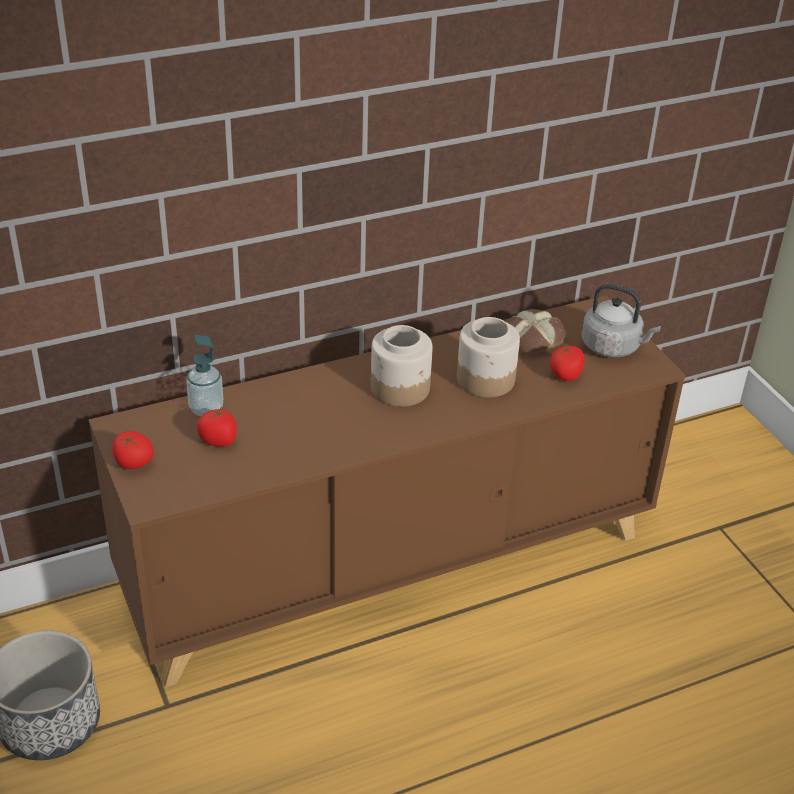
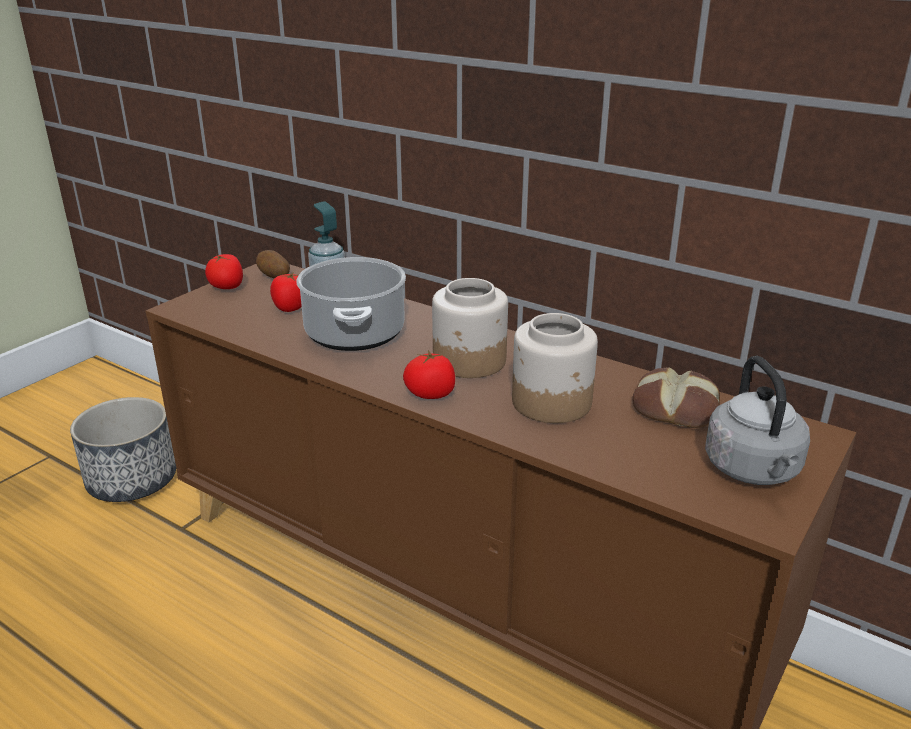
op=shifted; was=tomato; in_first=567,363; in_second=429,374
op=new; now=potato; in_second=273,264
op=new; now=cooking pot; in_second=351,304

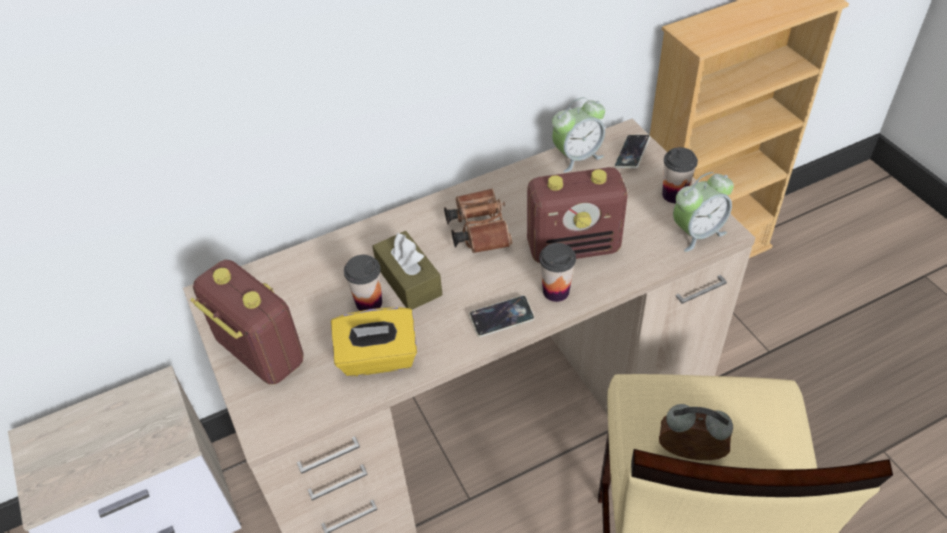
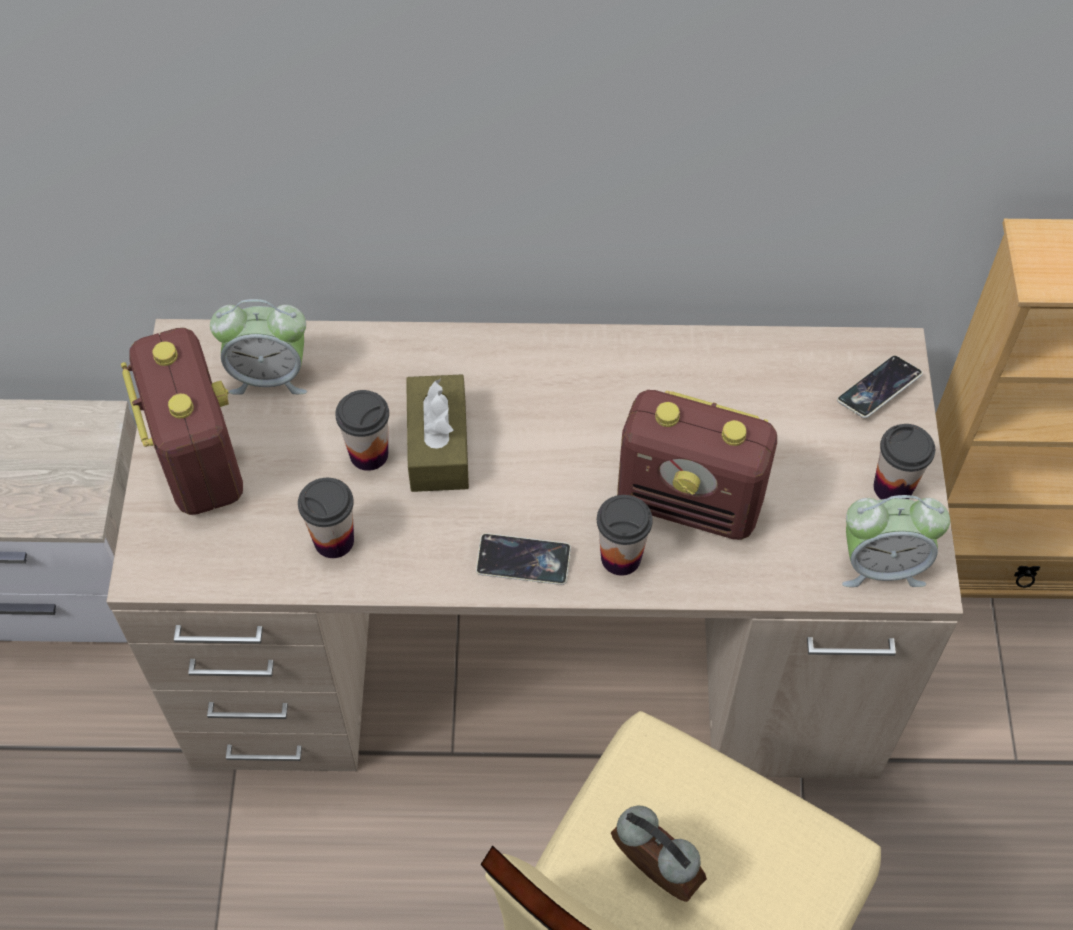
op=shifted; was=bedside clock; in_first=578,135; in_second=258,347
op=gone; was=brownish pair of binoculars; in_first=478,221
op=swapped; was=yellowish tissue box; now=drinking cup; in_first=374,342; in_second=326,518

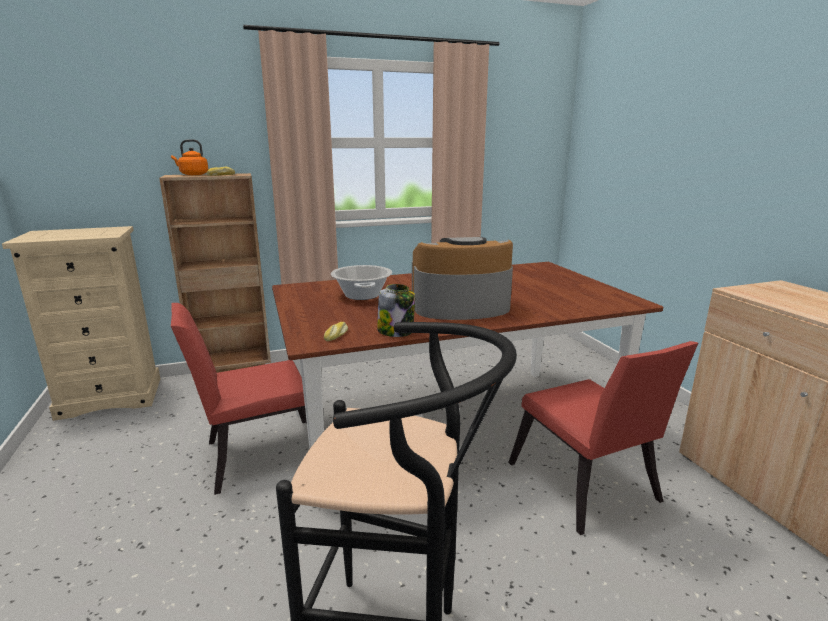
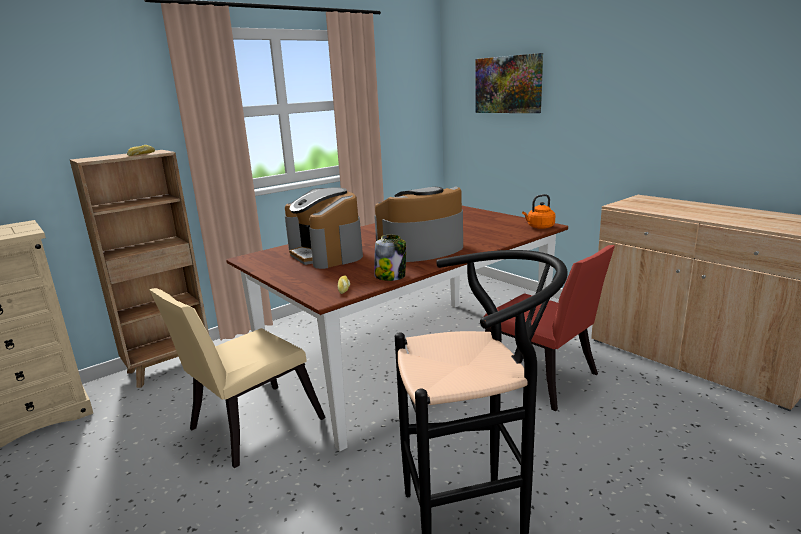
op=shifted; was=orangey water kettle; in_first=189,157; in_second=538,211
op=swapped; was=cooking pot; now=coffee machine; in_first=361,282; in_second=324,228
op=repainted; was=reddish plain chair; now=beige plain chair; in_first=239,399; in_second=237,378
op=new; now=wall art; in_second=509,83

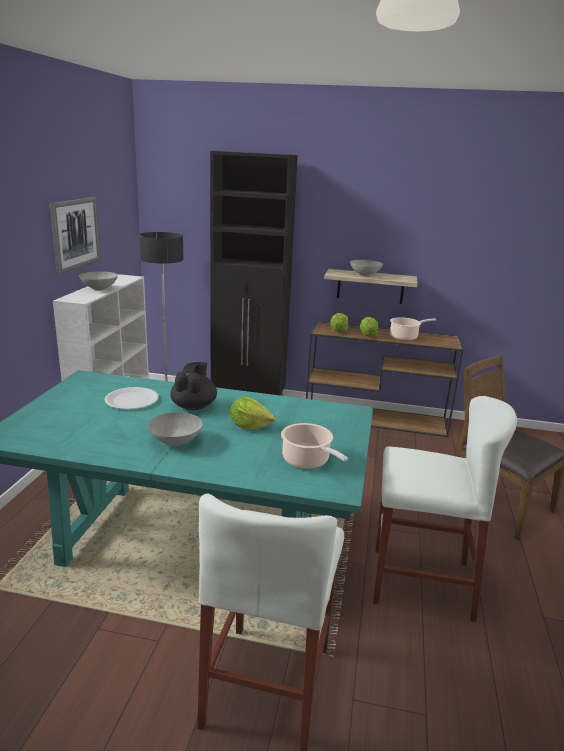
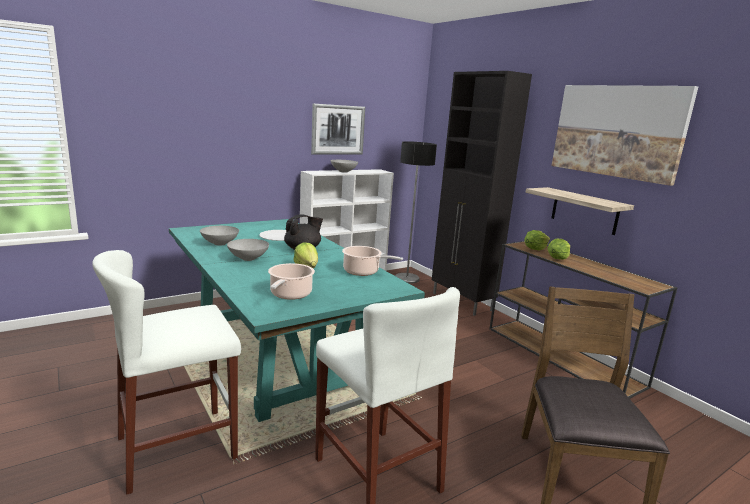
op=shifted; was=greyish deep dish; in_first=366,268; in_second=219,236
op=shifted; was=cooking pot; in_first=413,329; in_second=372,261
op=new; now=wall art; in_second=625,135

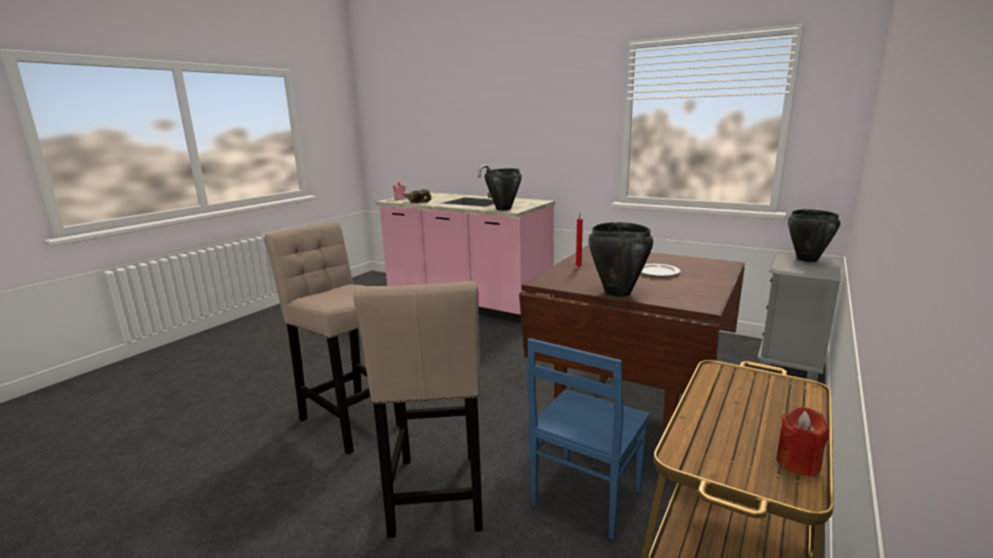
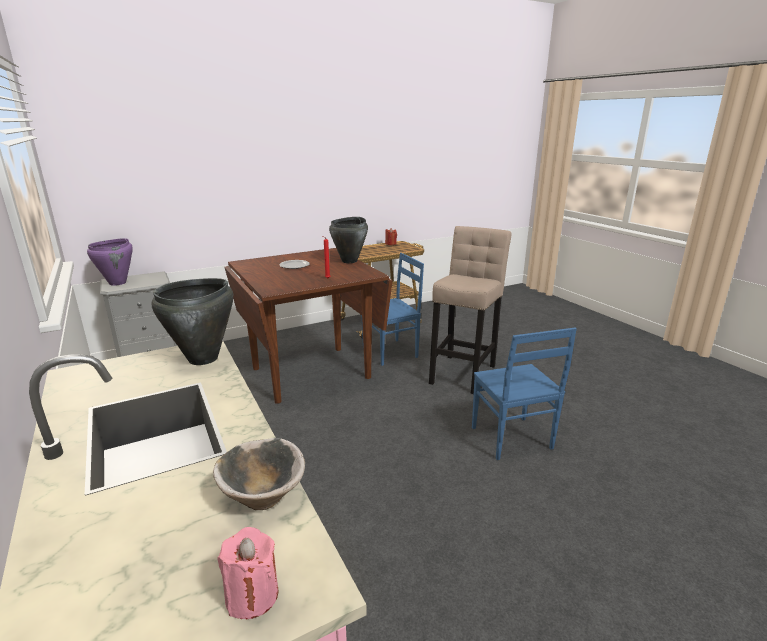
op=repainted; was=blackish cooking pot; now=purple cooking pot; in_first=814,235; in_second=110,262
op=swapped; was=beige sitting stool; now=blue-coloured plain chair; in_first=331,338; in_second=524,394

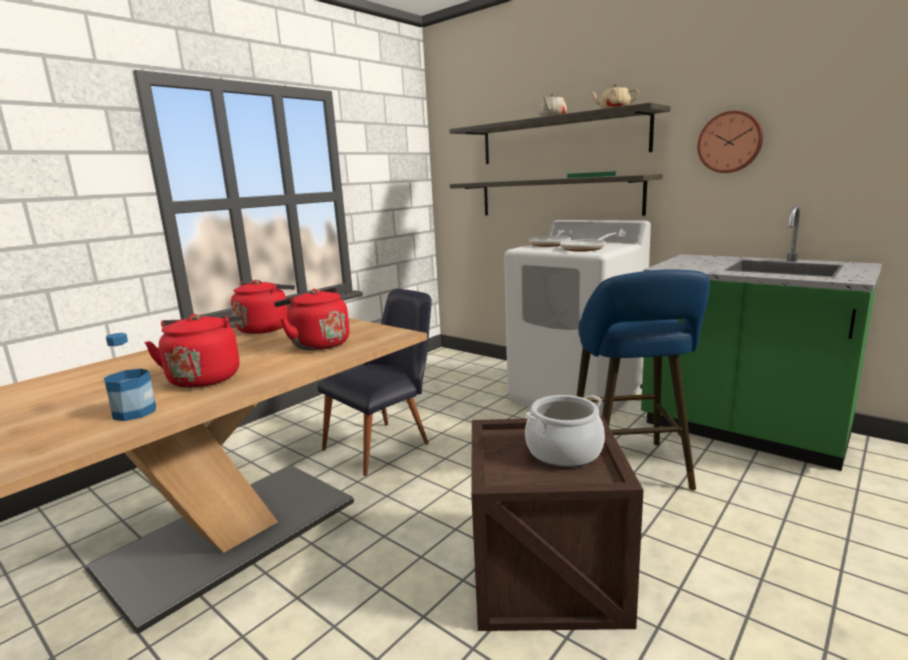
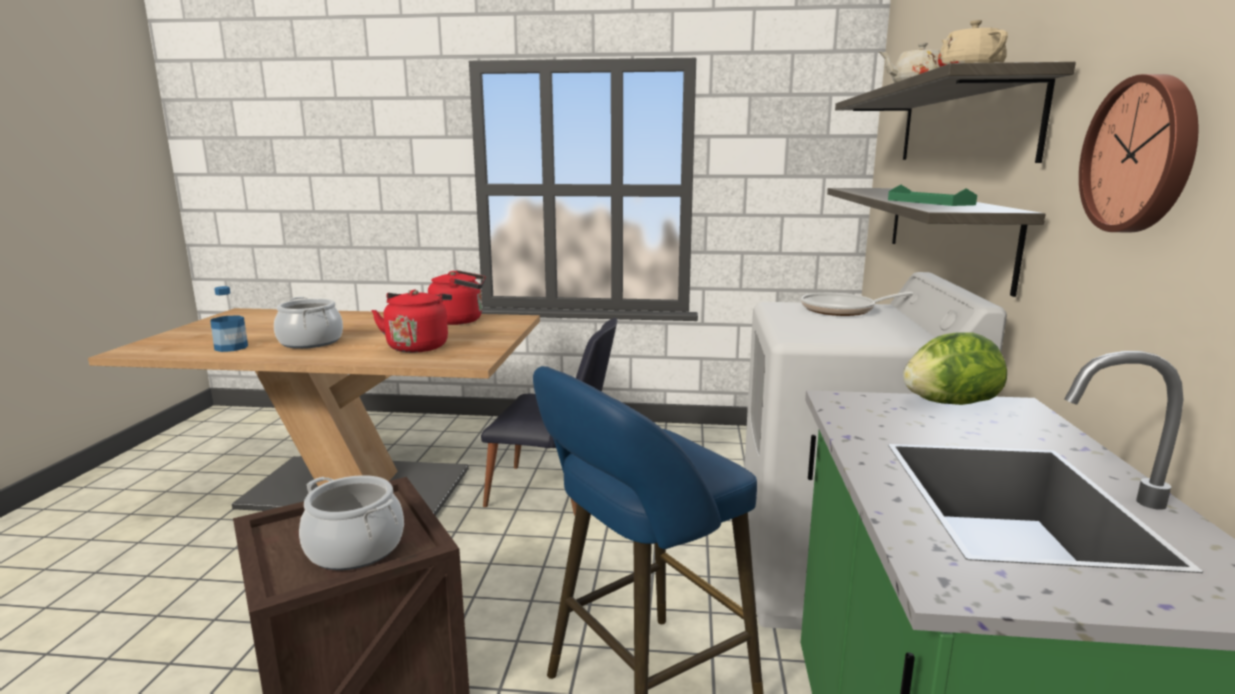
op=gone; was=frying pan; in_first=588,241
op=swapped; was=reddish water kettle; now=cooking pot; in_first=192,351; in_second=308,323
op=new; now=lettuce; in_second=955,368

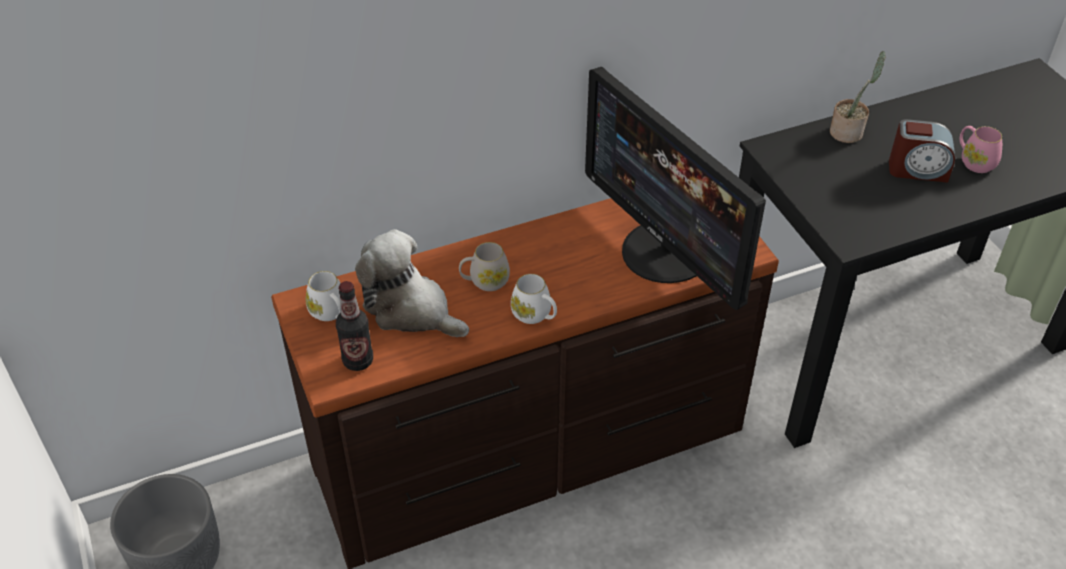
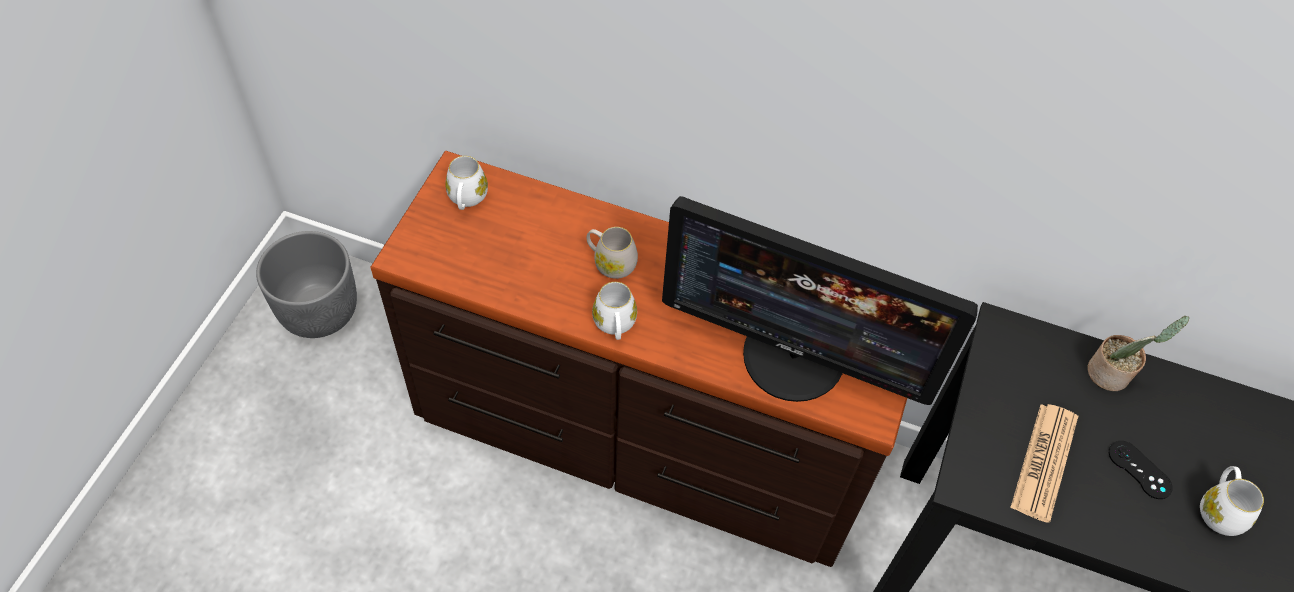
op=rotated; was=monitor; in_first=675,188; in_second=820,300; clockwise=-75
op=swapped; was=bedside clock; now=blackish game controller; in_first=922,151; in_second=1141,470
op=repainted; was=pink coffee mug; now=white coffee mug; in_first=981,149; in_second=1232,501
op=gone; was=soft toy; in_first=412,283
op=gone; was=bottle; in_first=354,326
op=new; now=newspaper; in_second=1044,463

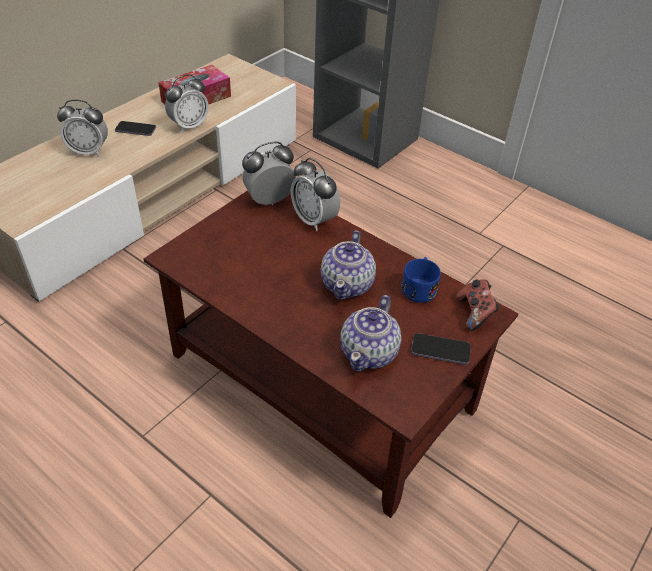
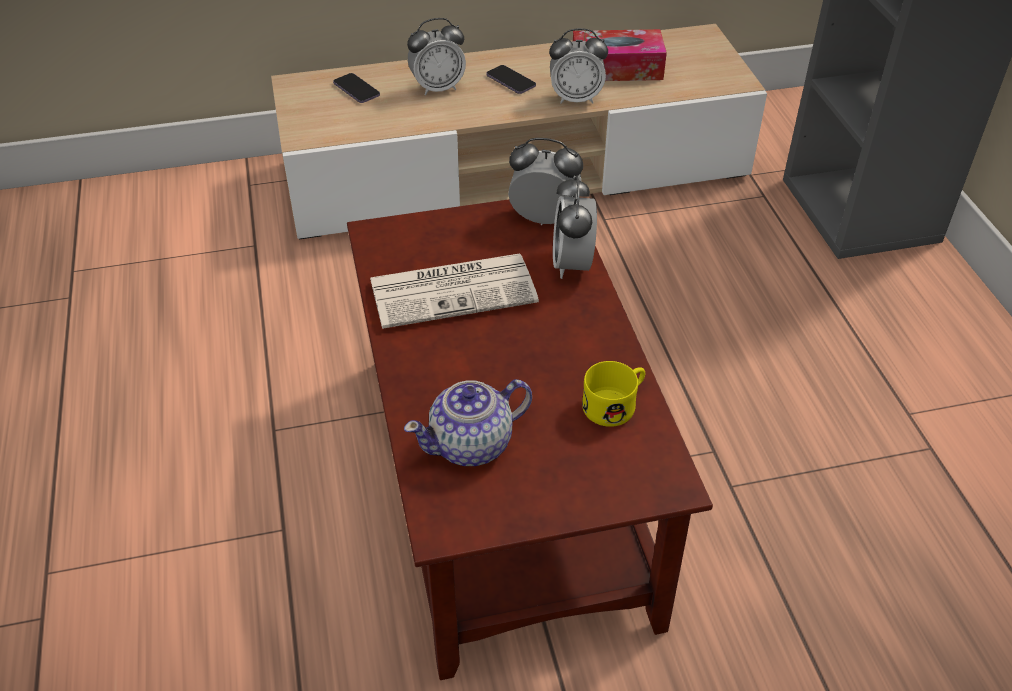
op=rotated; was=bedside clock; in_first=82,128; in_second=436,57; clockwise=-60
op=gone; was=tea pot; in_first=348,265
op=repainted; was=blue-coloured coffee mug; now=yellowish coffee mug; in_first=421,280; in_second=613,394
op=gone; was=game controller; in_first=478,305
op=shifted; was=handset; in_first=441,349; in_second=356,88
op=new; now=newspaper; in_second=454,291

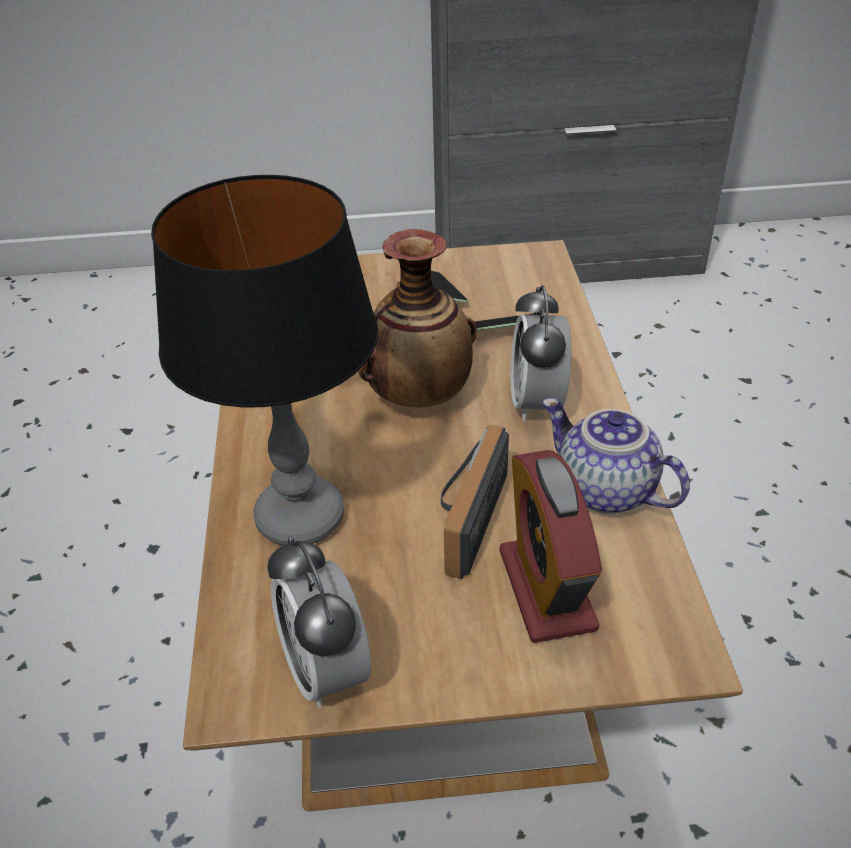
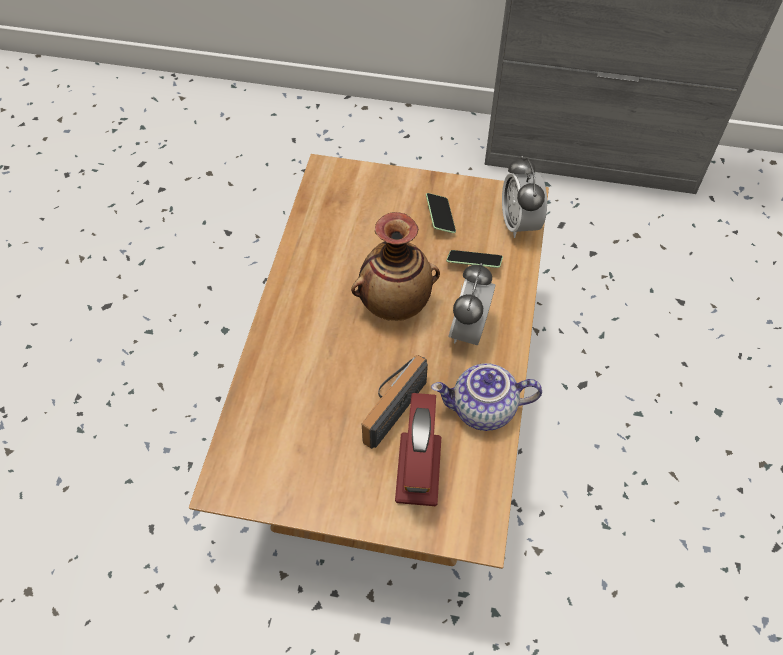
op=gone; was=tabletop lamp; in_first=264,360
op=rotated; was=tea pot; in_first=616,456; in_second=486,397; clockwise=-60
op=shifted; was=bedside clock; in_first=319,622; in_second=524,197

